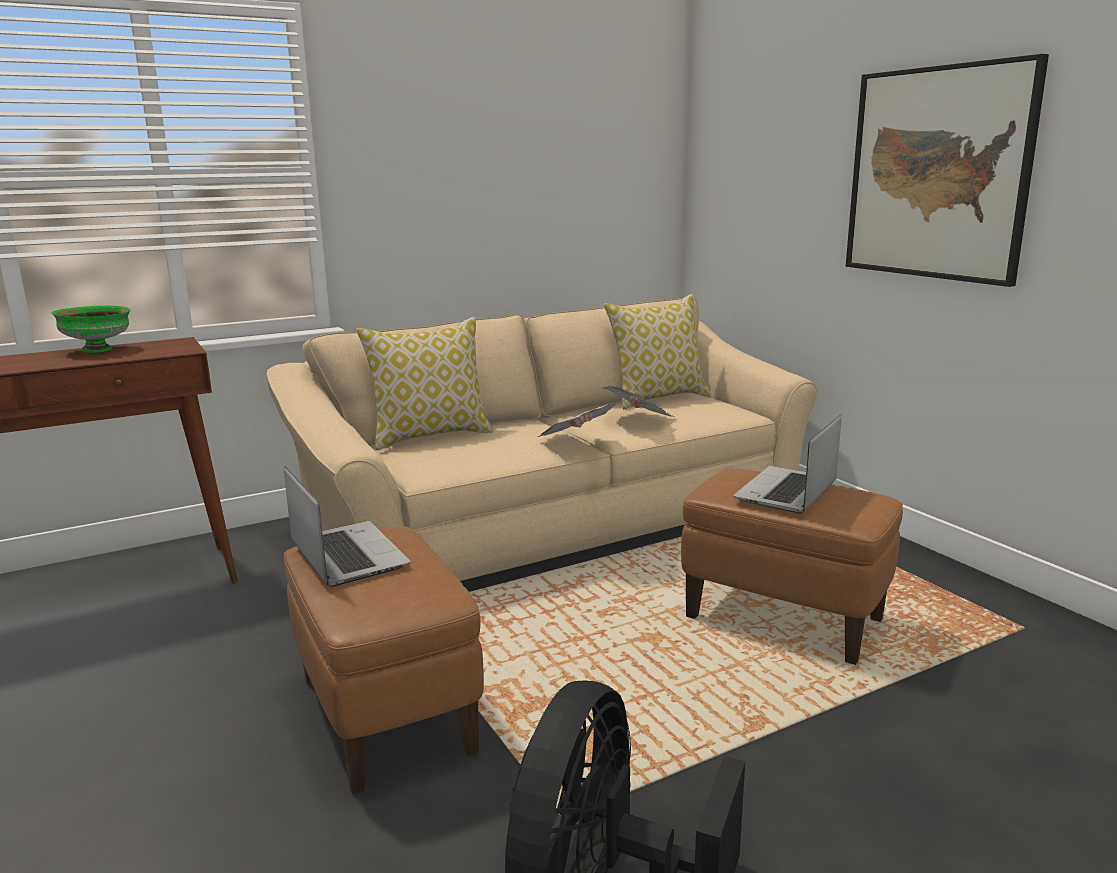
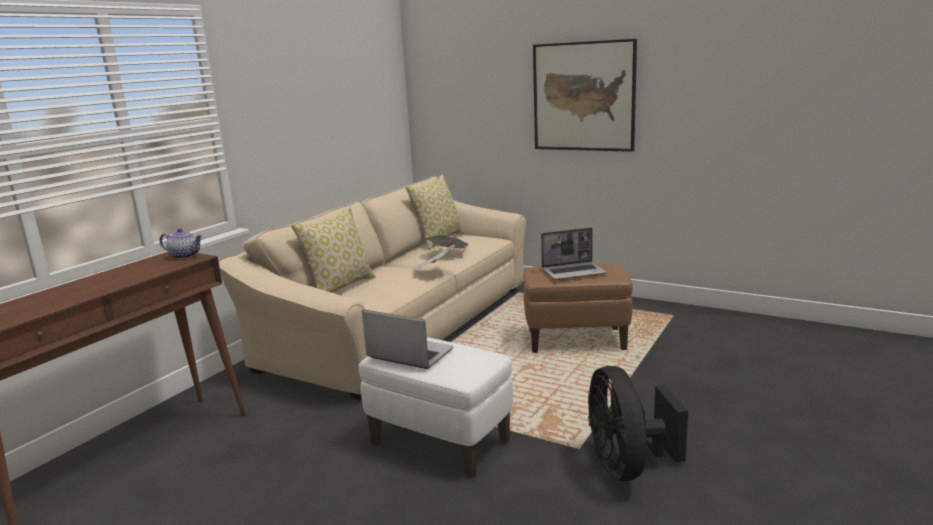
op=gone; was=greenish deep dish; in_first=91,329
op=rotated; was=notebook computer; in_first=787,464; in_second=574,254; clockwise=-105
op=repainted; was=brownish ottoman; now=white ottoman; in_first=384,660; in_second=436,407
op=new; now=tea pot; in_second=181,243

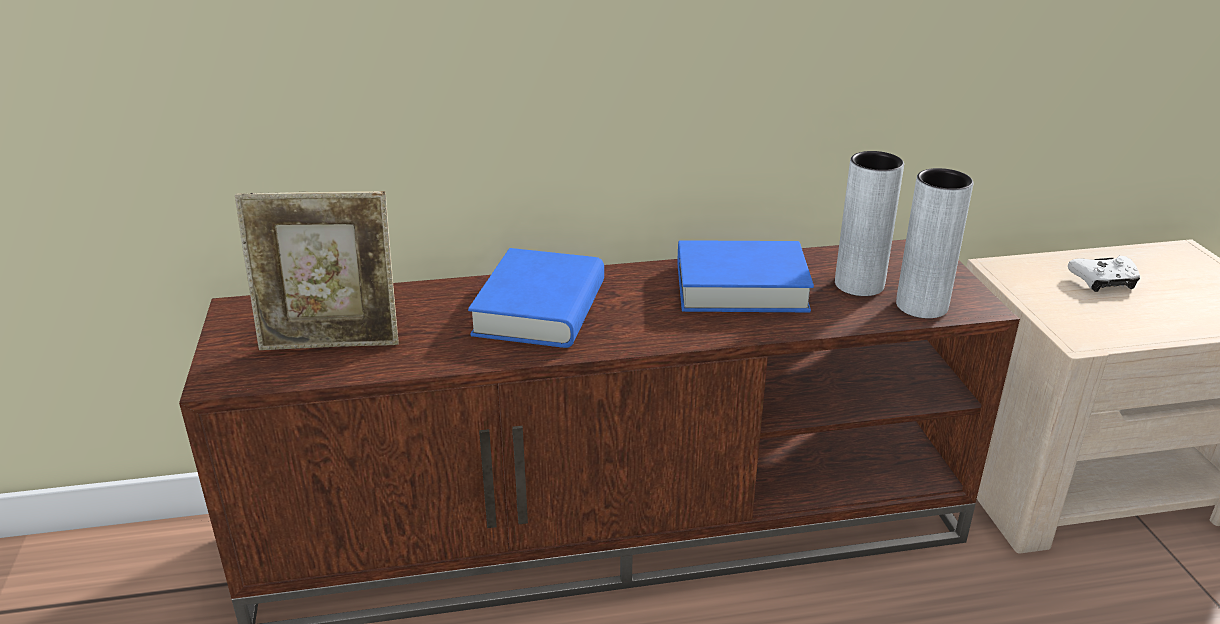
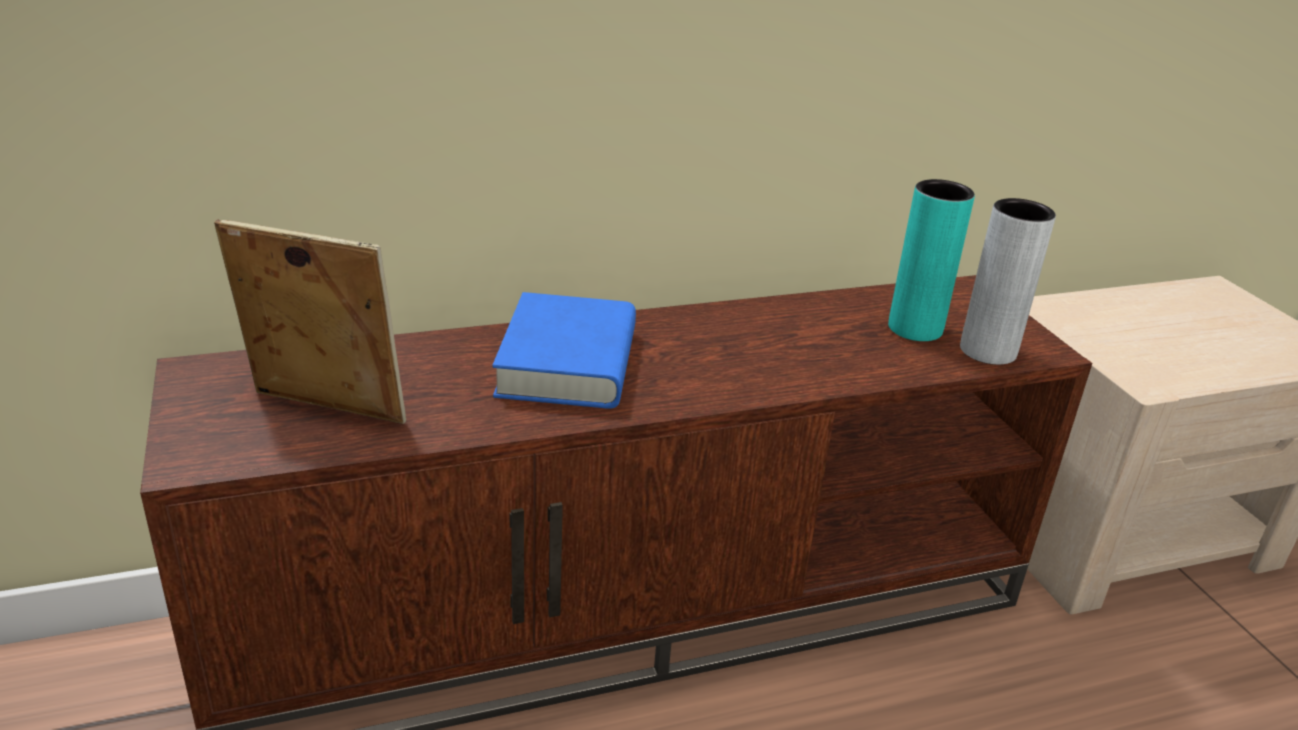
op=repainted; was=greyish vase; now=turquoise vase; in_first=869,223; in_second=931,260
op=rotated; was=standing frame; in_first=317,270; in_second=310,321; clockwise=-150
op=gone; was=blue-coloured book; in_first=746,276
op=gone; was=white game controller; in_first=1104,274

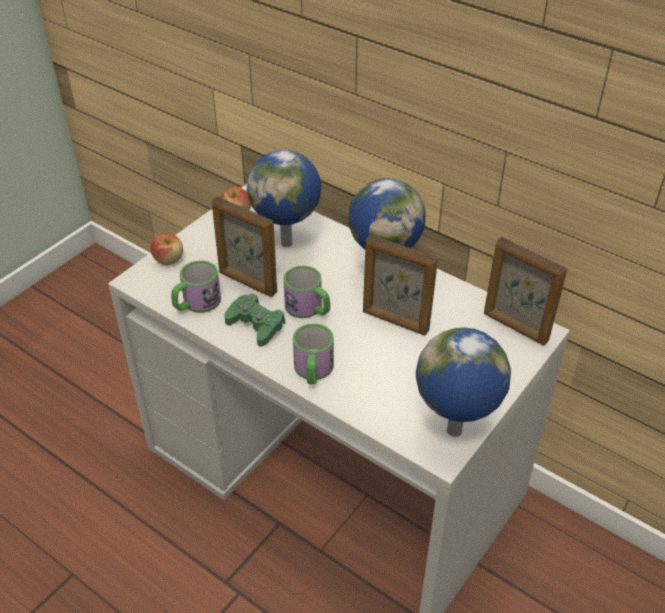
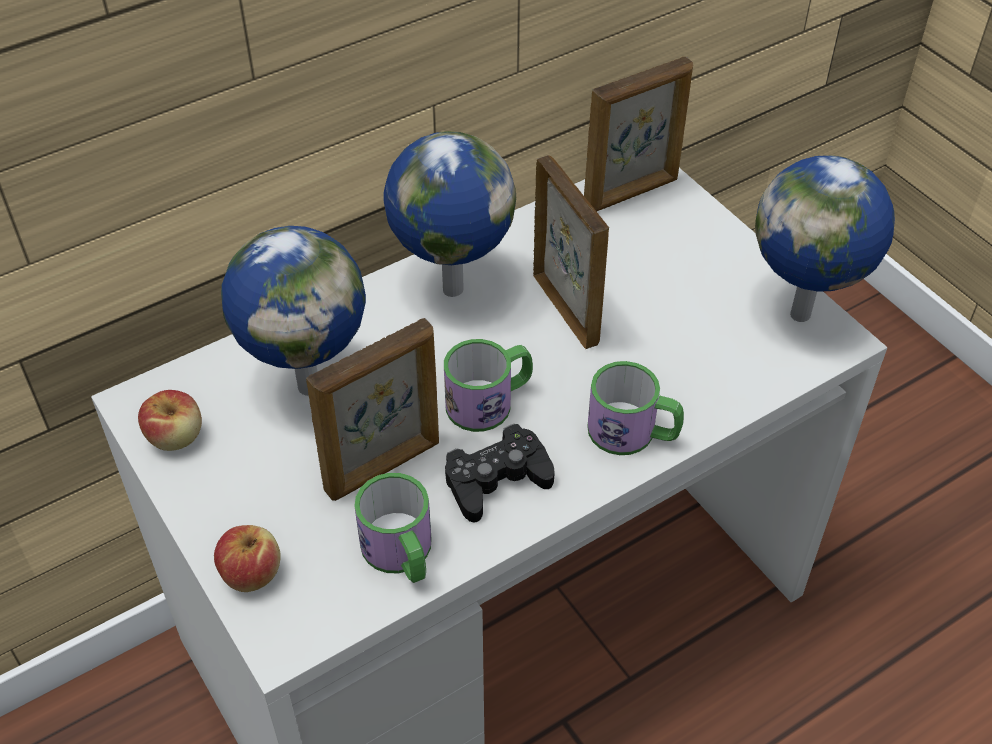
op=rotated; was=standing frame; in_first=400,285; in_second=571,252; clockwise=-75
op=repainted; was=greenish game controller; now=blackish game controller; in_first=254,320; in_second=500,473

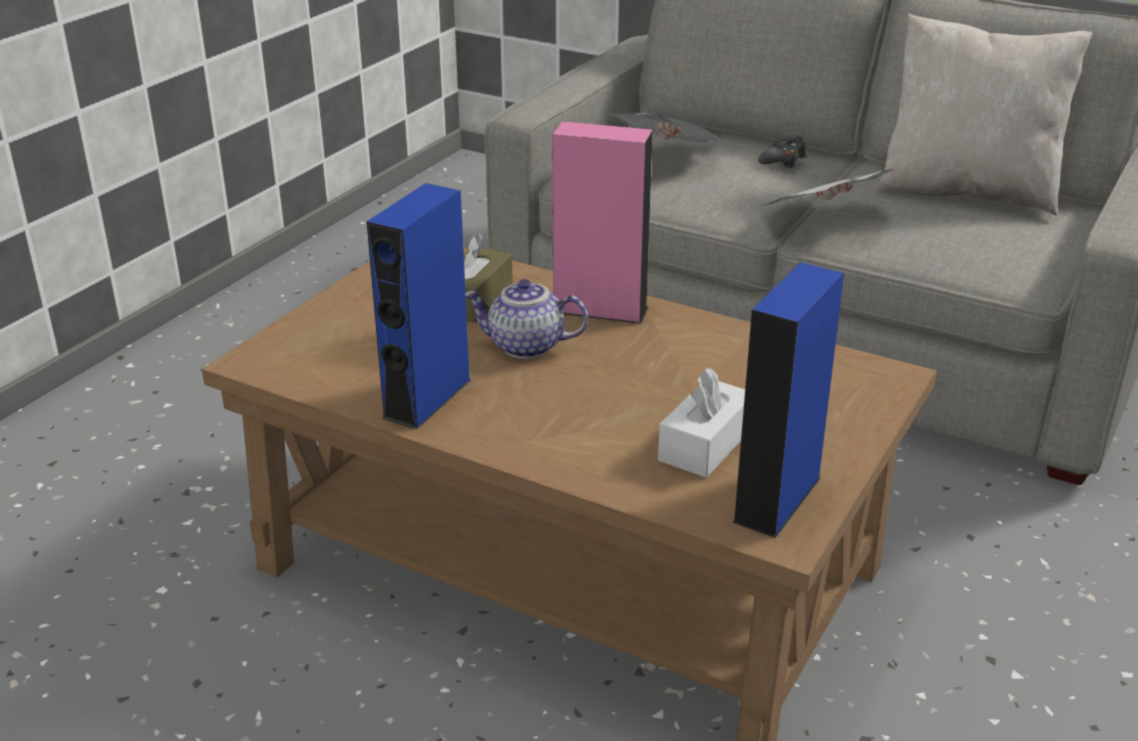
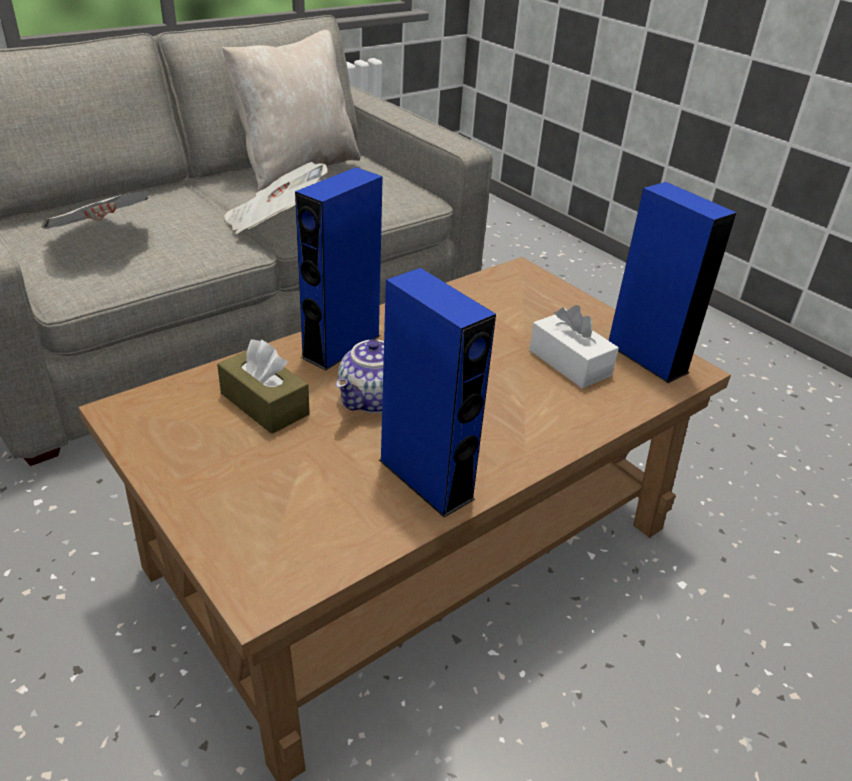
op=repainted; was=pink loudspeaker; now=blue-coloured loudspeaker; in_first=602,222; in_second=339,269
op=gone; was=blackish game controller; in_first=782,152

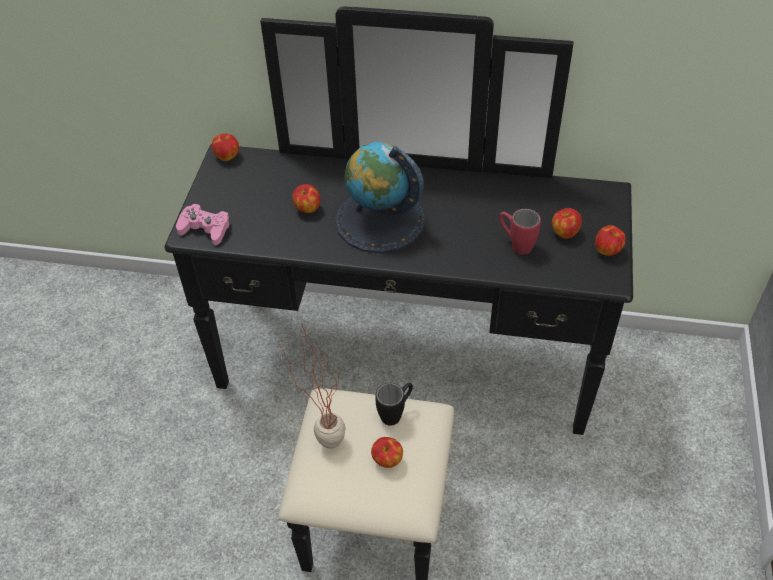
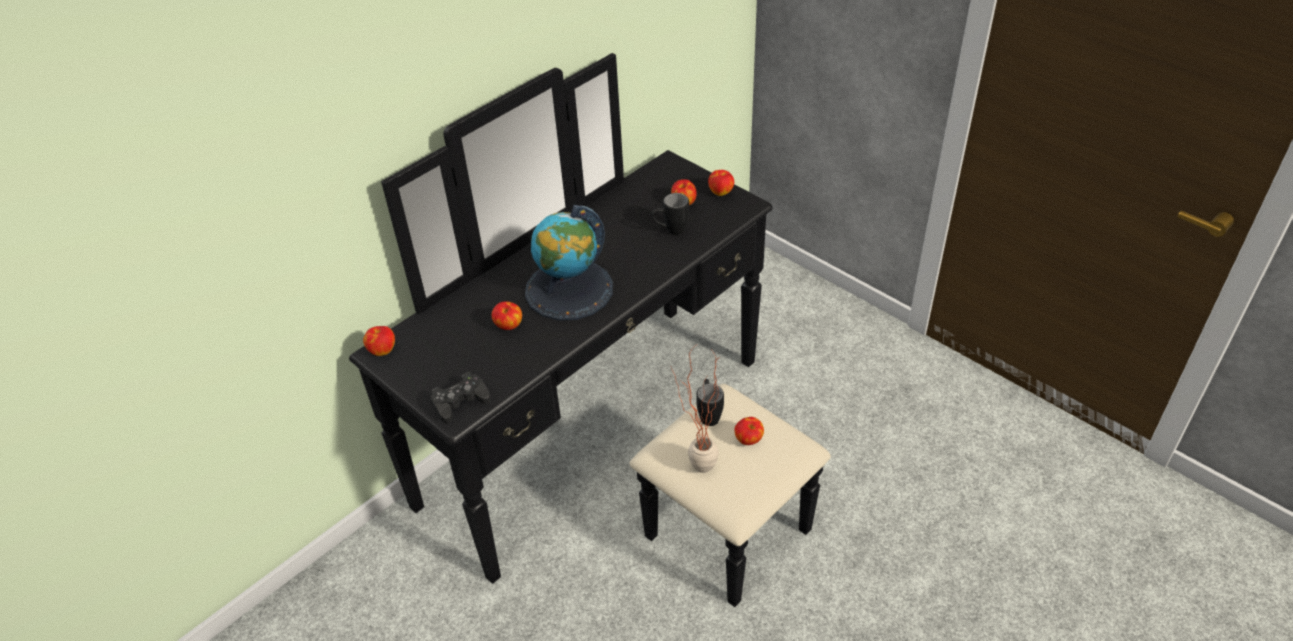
op=repainted; was=pink game controller; now=blackish game controller; in_first=203,225; in_second=461,398
op=repainted; was=reddish coffee mug; now=blackish coffee mug; in_first=520,231; in_second=670,214

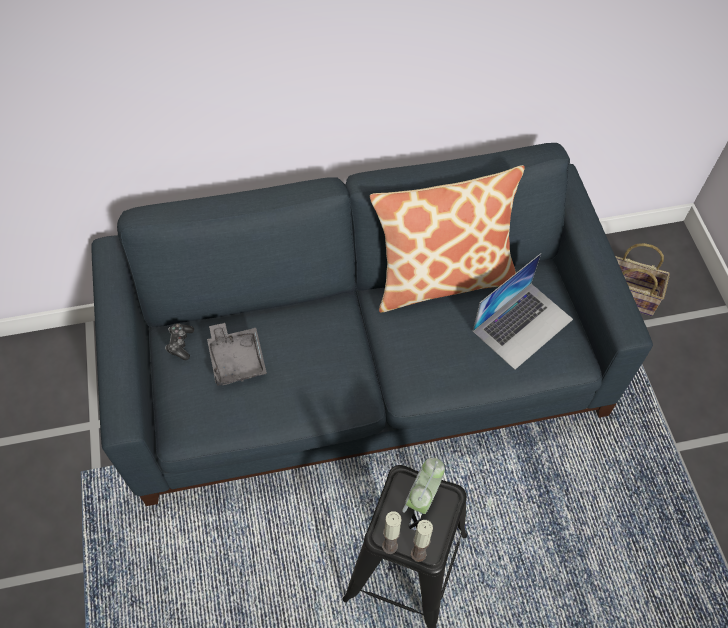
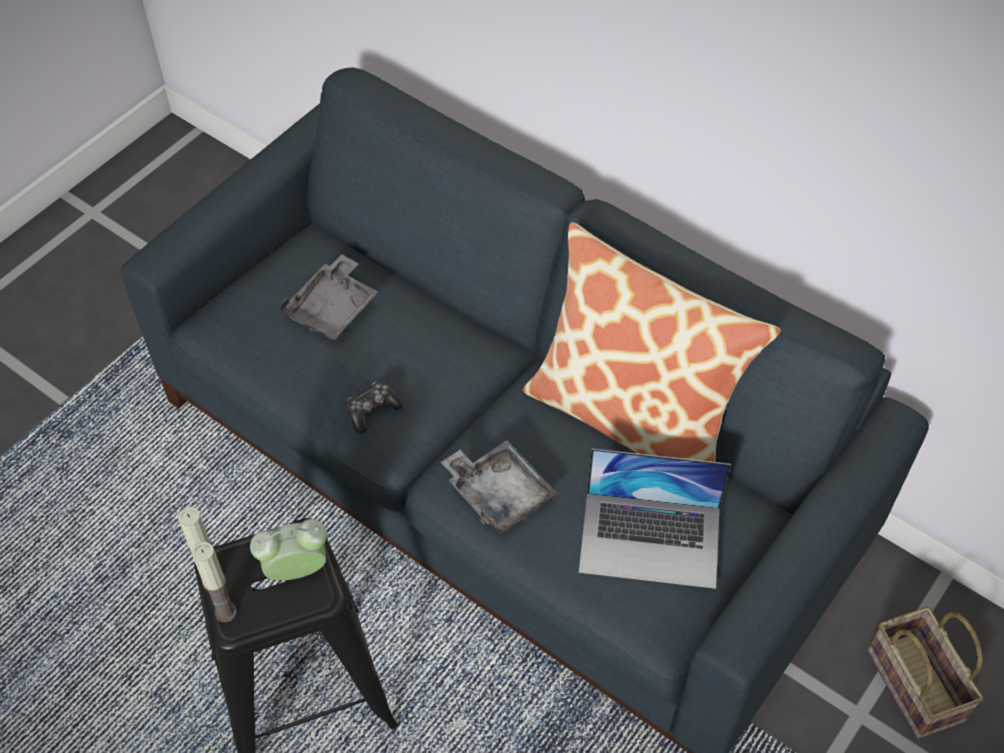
op=shifted; was=game controller; in_first=179,341; in_second=375,407
op=new; now=greyish serving tray; in_second=499,487

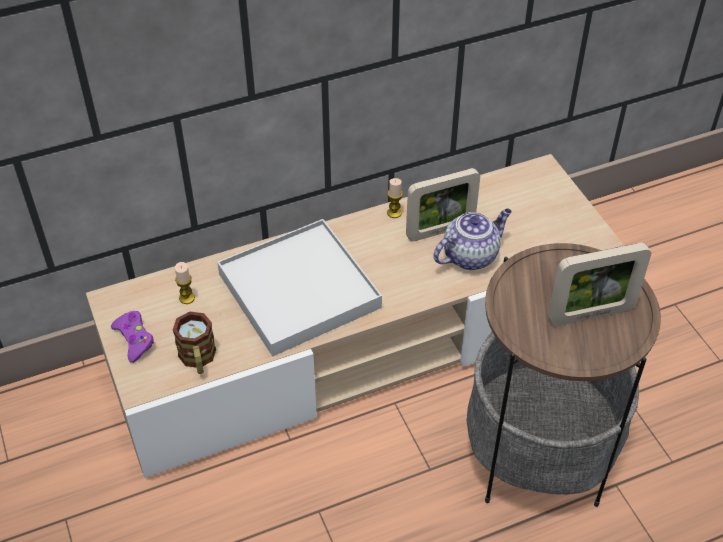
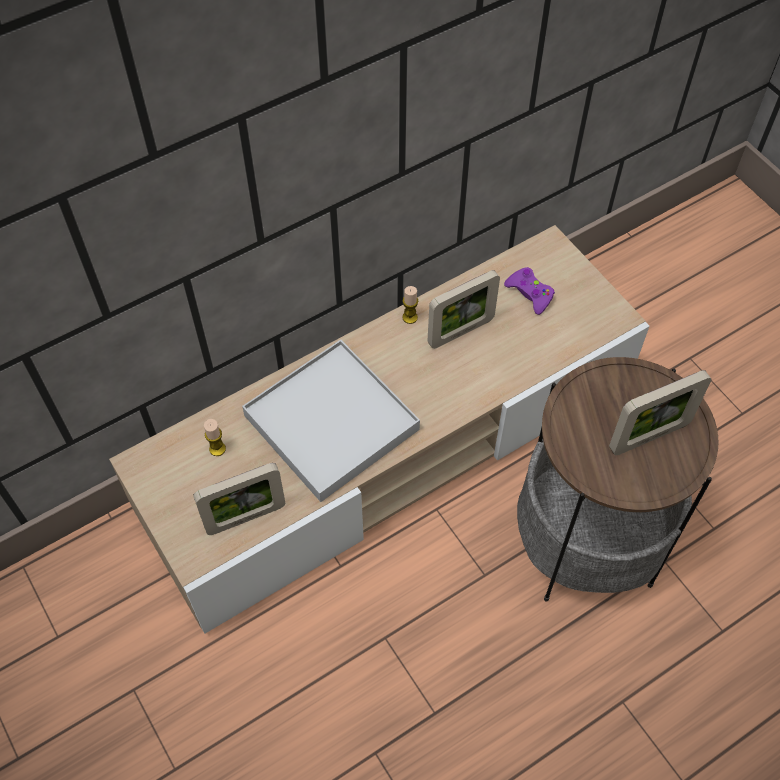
op=gone; was=tea pot; in_first=472,239
op=shifted; was=purple game controller; in_first=132,337; in_second=529,291
op=swapped; was=coffee mug; now=standing frame; in_first=194,342; in_second=239,499

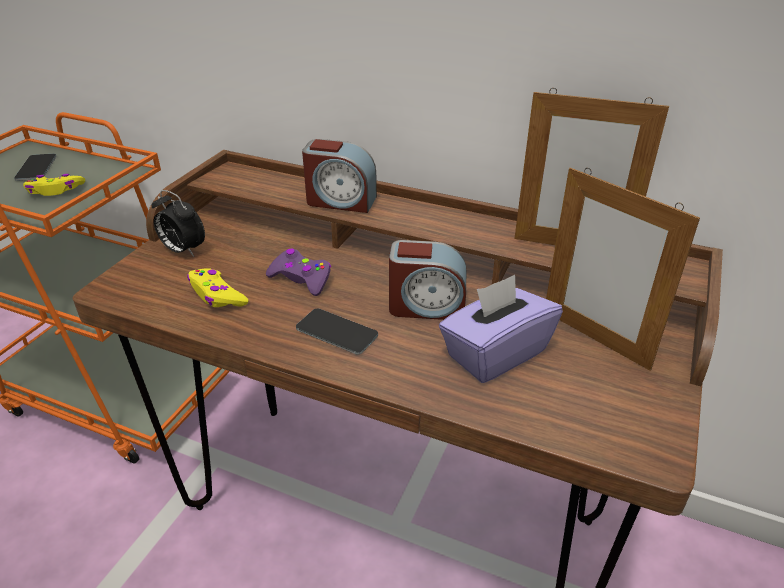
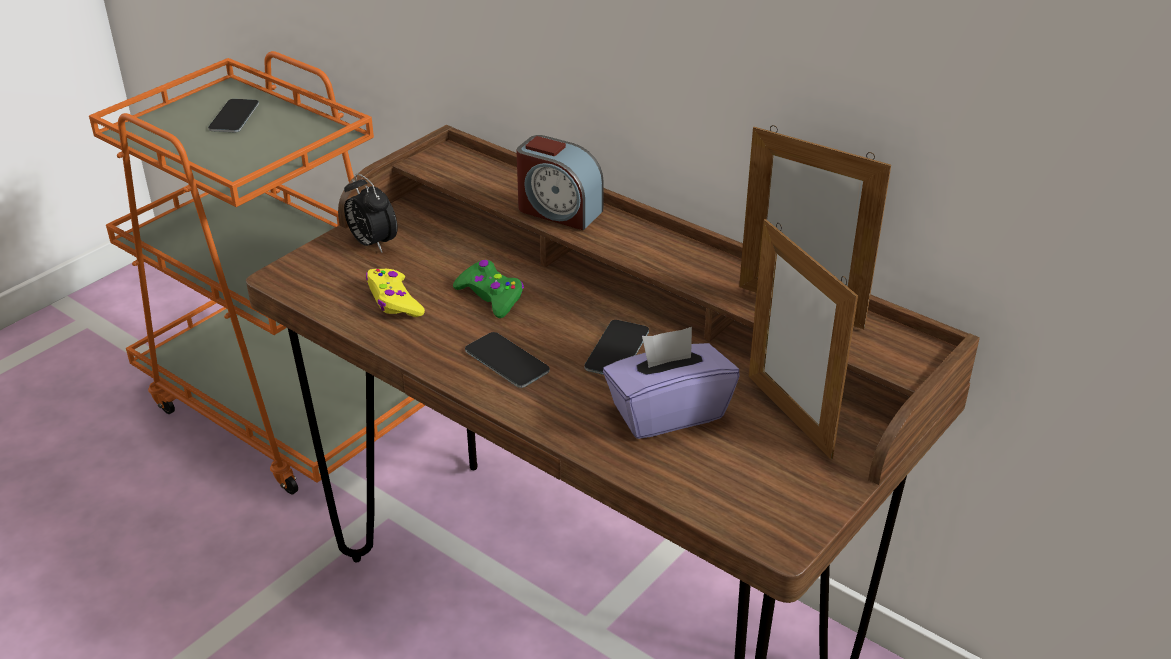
op=gone; was=yellowish game controller; in_first=54,185
op=swapped; was=bedside clock; now=handset; in_first=427,280; in_second=616,347
op=repainted; was=purple game controller; now=greenish game controller; in_first=298,272; in_second=488,289

